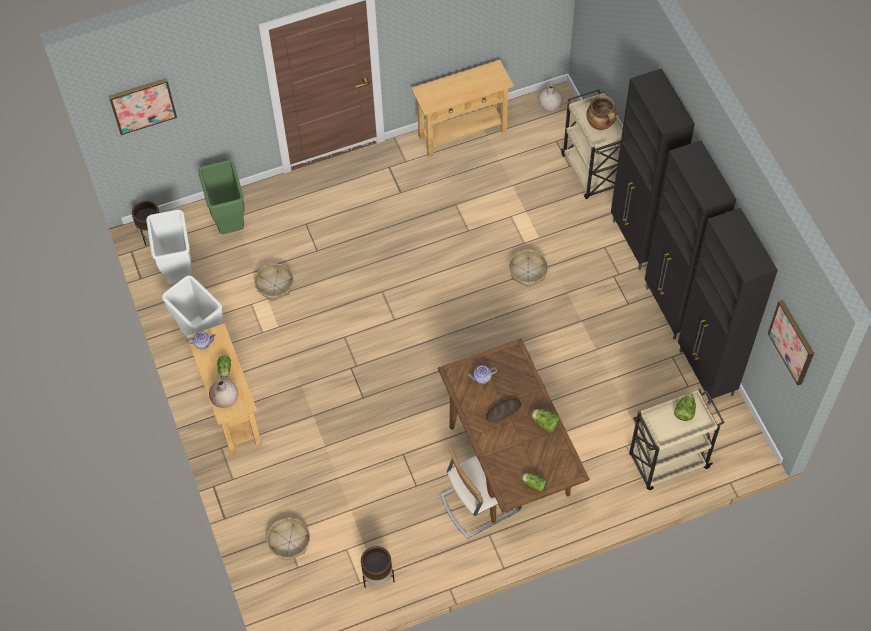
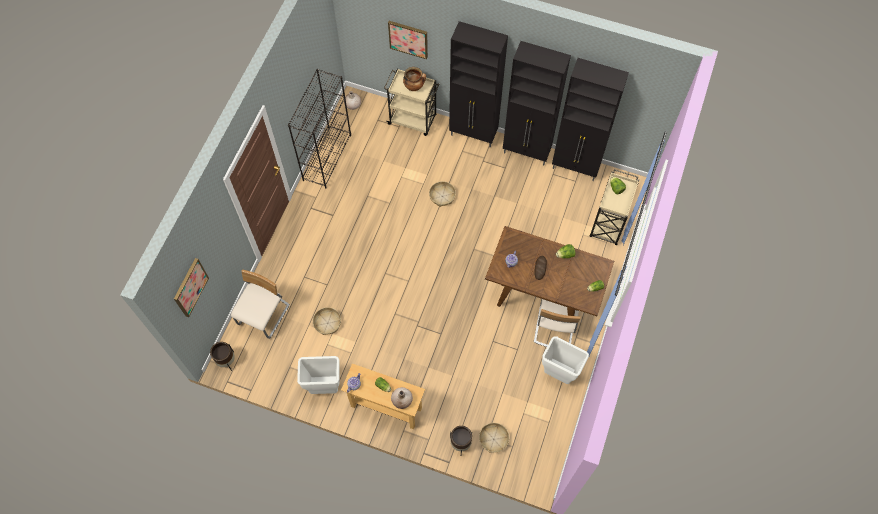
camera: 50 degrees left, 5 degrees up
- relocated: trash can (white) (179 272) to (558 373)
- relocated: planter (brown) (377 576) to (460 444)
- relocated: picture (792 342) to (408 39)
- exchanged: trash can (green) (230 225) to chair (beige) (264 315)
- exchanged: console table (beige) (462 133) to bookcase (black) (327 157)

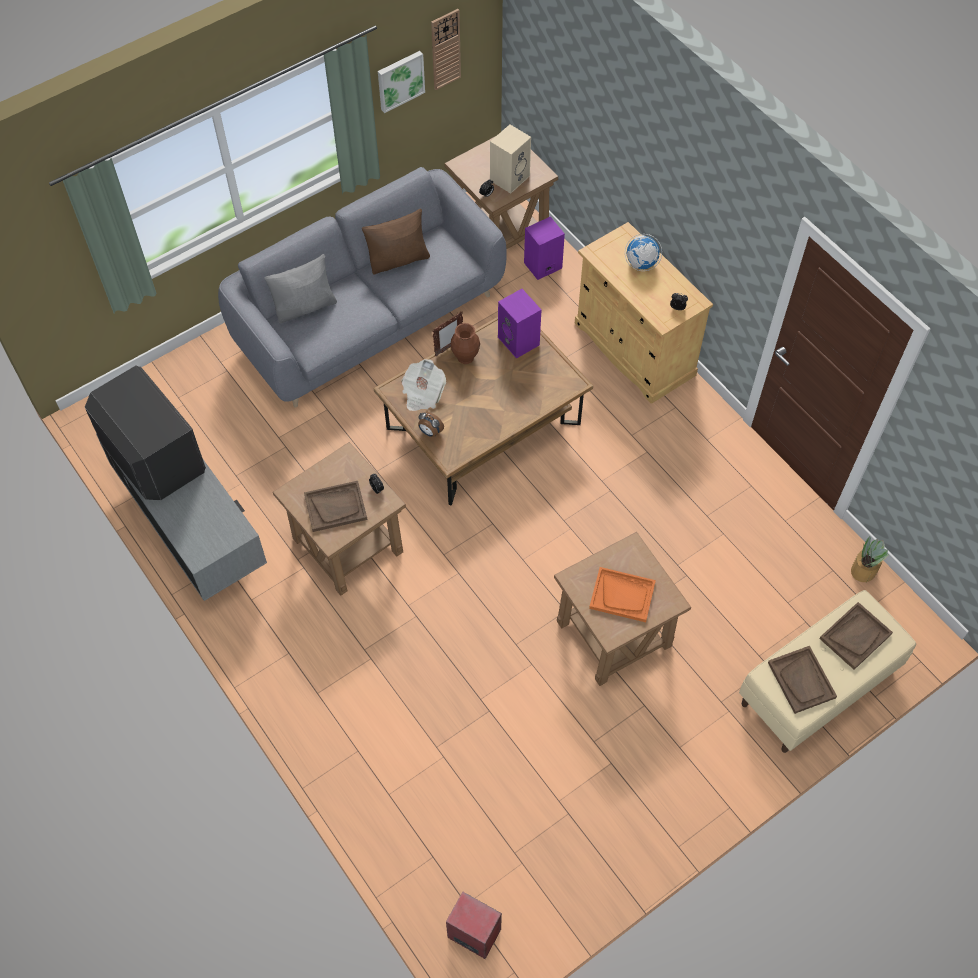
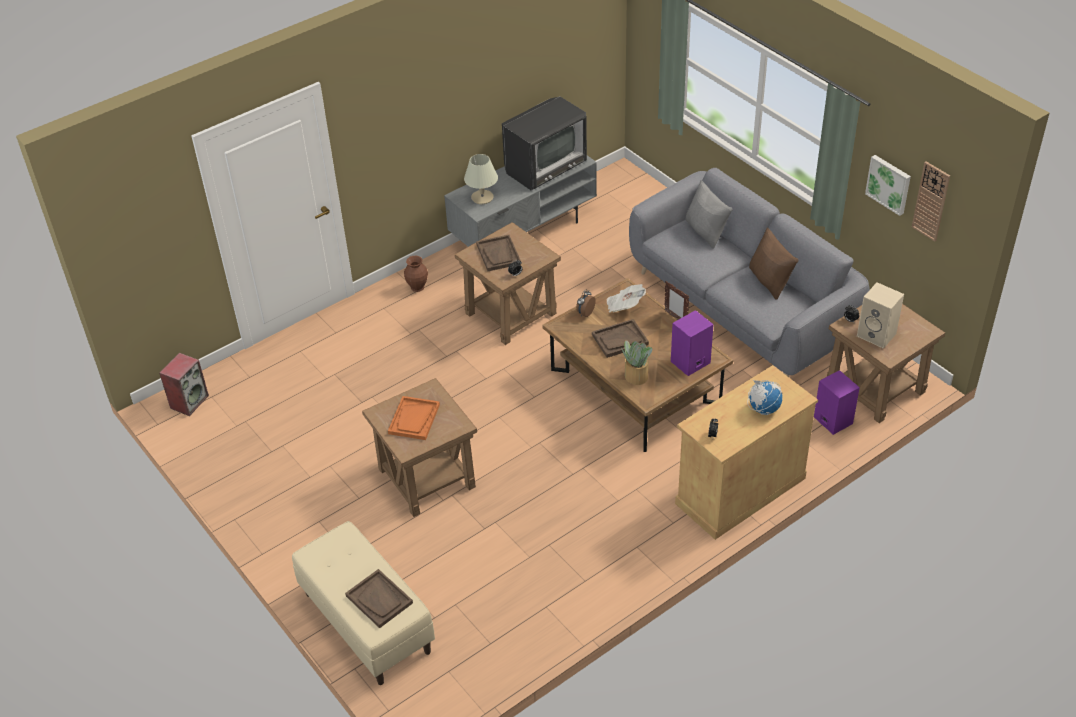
camera: 90 degrees right, 15 degrees down
- appeared: table lamp (beige) (482 197)
- relocated: vase (brown) (465 357) to (417 287)
- relocated: tray (brown) (801 680) to (620 340)
- relocated: potted plant (863 571) to (636 376)

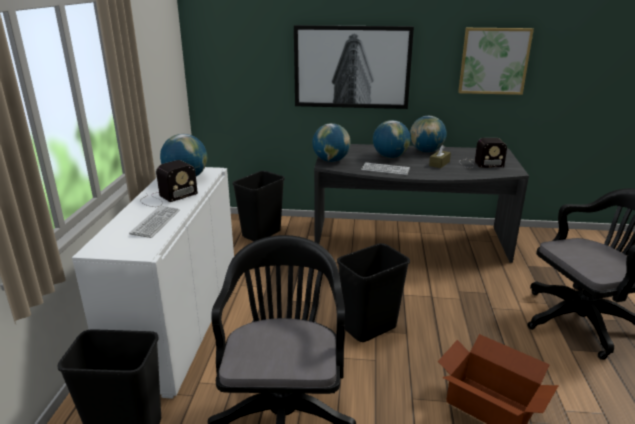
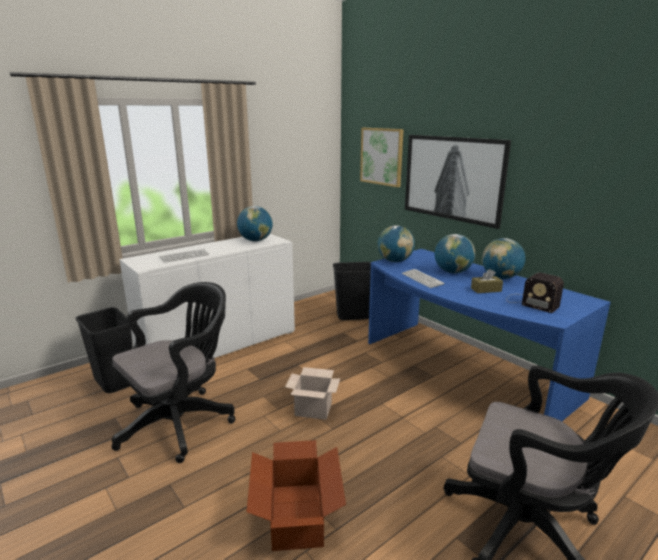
camera: 45 degrees right, 5 degrees down
- missing: radio (166 197)
- relocated: picture (494 61) to (382 156)
- exchanged: trash can (black) (369 327) to cardboard box (314 409)
- colour: desk (grey) (409 242) to desk (blue) (462 370)

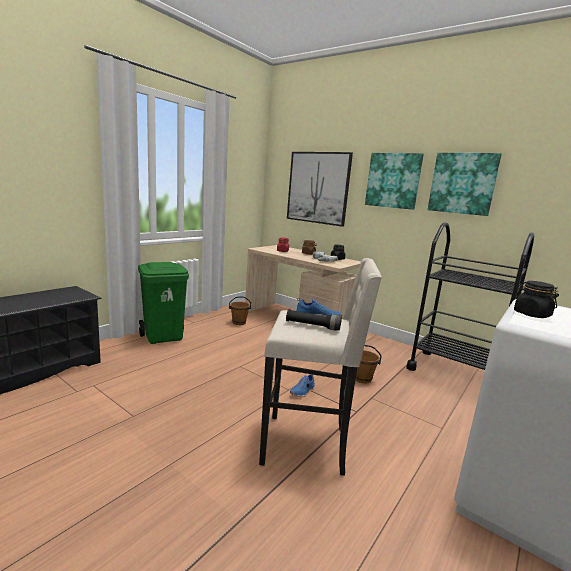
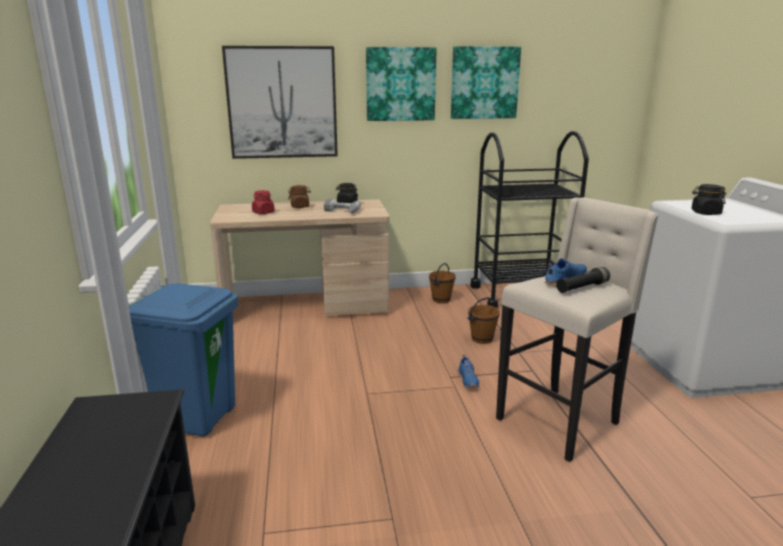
camera: 45 degrees left, 5 degrees up
- relocated: bucket (brown) (239 322) to (441 299)
- colour: trash can (green) (164 337) to trash can (blue) (197 418)

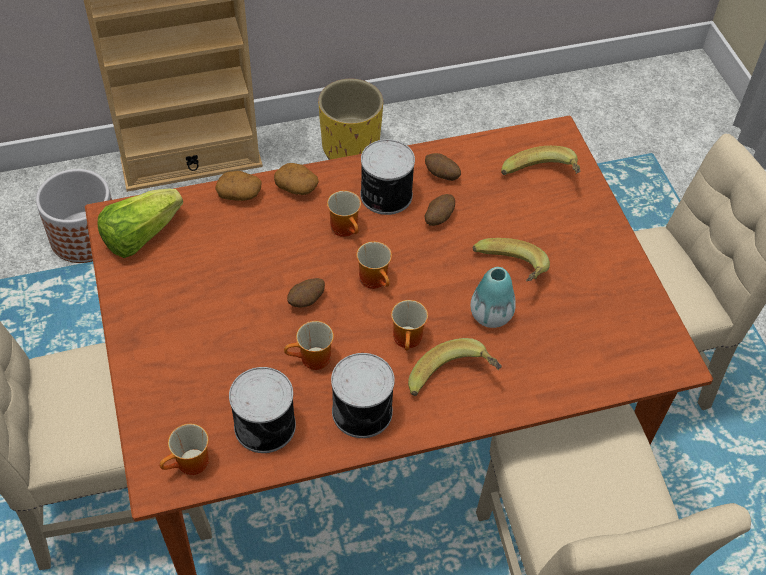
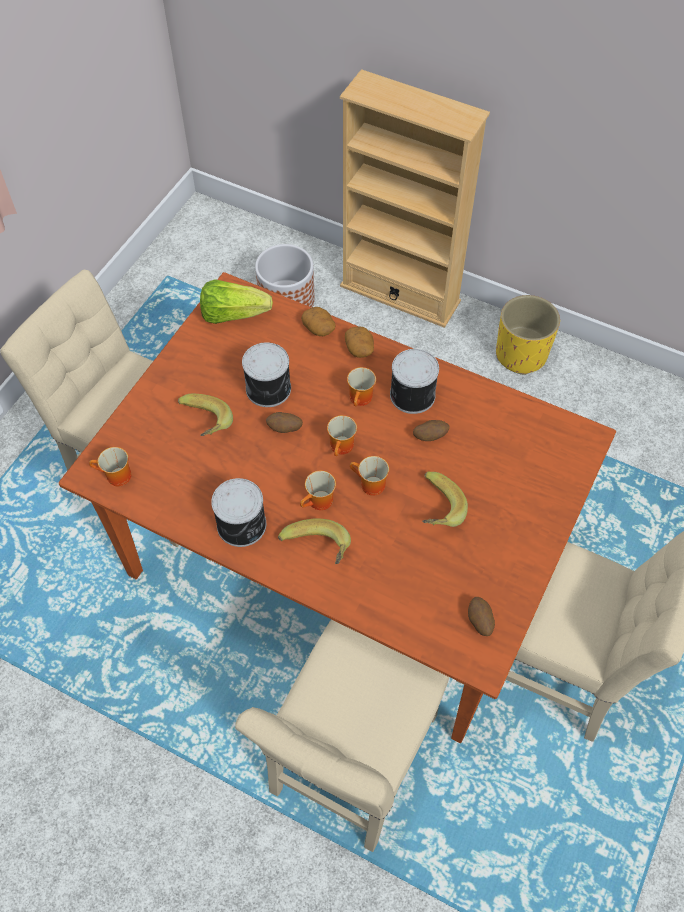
camera: 45 degrees right, 5 degrees up
- missing: vase (491 315)
- relocated: can (266 425) to (269 388)
- relocated: mug (312 360) to (369 485)
- relocated: potato (441 175) to (479 621)
- relocated: banana (541 180) to (203 426)

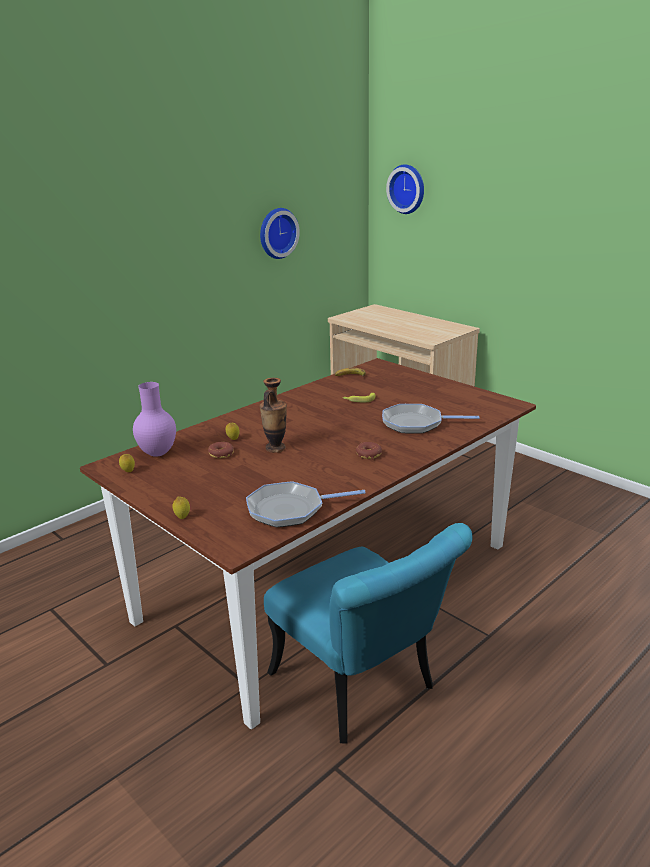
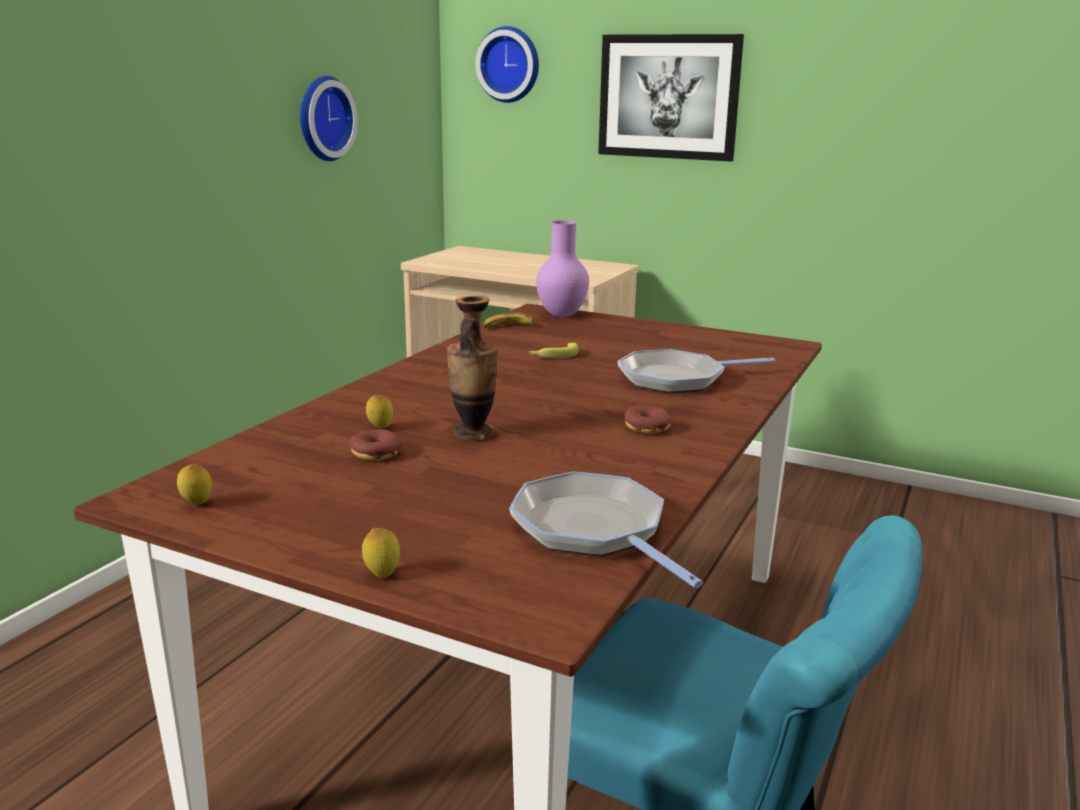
camera: 20 degrees left, 5 degrees down
- appeared: picture (668 97)
- relocated: vase (purple) (157 454) to (561 315)
- spun: frying pan (290 509) = (593 530) 90 degrees clockwise

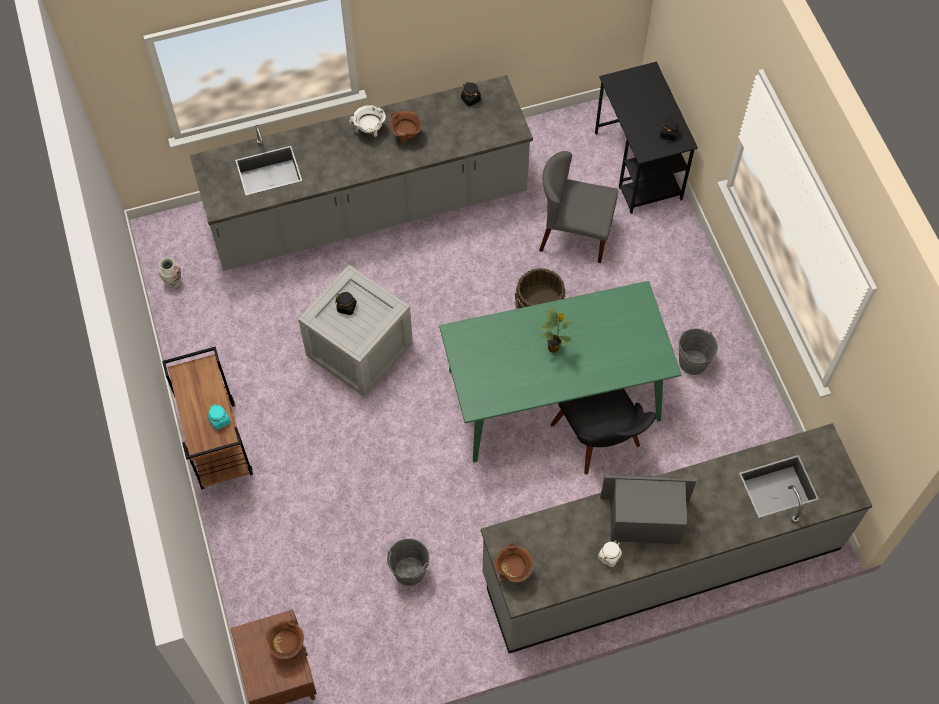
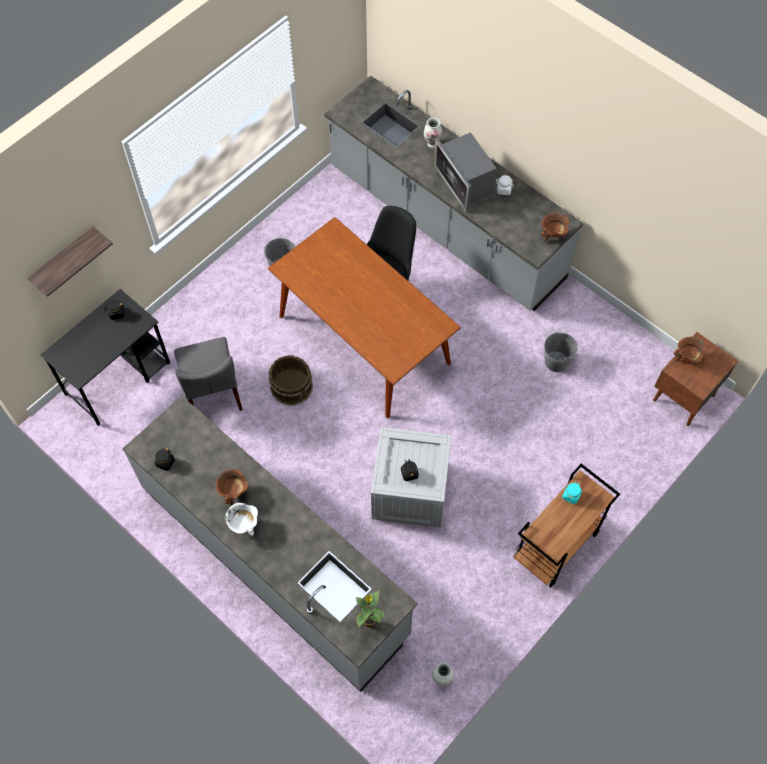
camera: 120 degrees left, 0 degrees up
- appeared: shelf (64 260)
- appeared: vase (432 144)
- relocated: potted plant (554 348) to (369 621)
- colour: dining table (green) (553 395) to dining table (brown) (364 340)

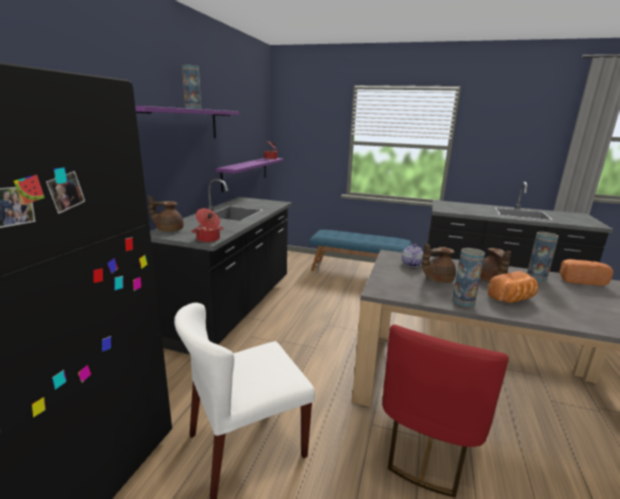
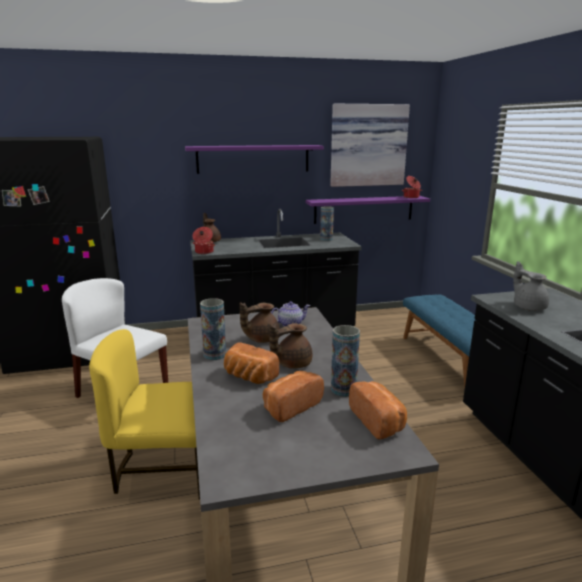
camera: 60 degrees right, 0 degrees up
- appeared: bread (290 406)
- appeared: picture (367 145)
- appeared: teapot (grey) (528 307)
- relocated: vase (193 108) to (326 239)
- colour: chair (red) (428 447) to chair (yellow) (164 470)
- spun: teapot (brown) (437 279) = (261 339) 75 degrees counterclockwise

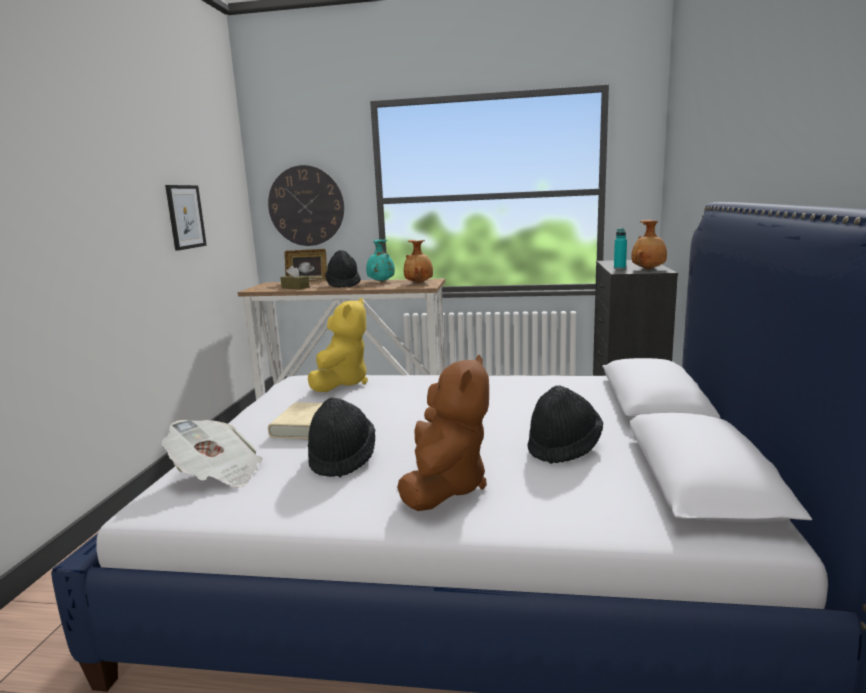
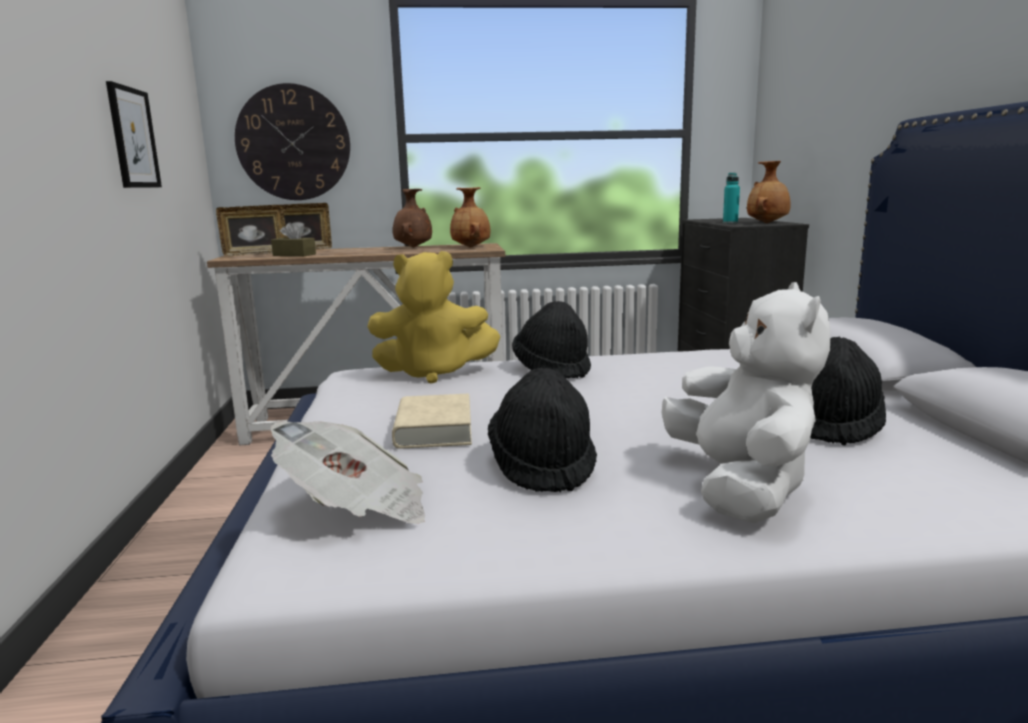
camera: 15 degrees left, 0 degrees up
- appeared: picture frame (256 254)
- relocated: hat (black) (343 285) to (552 369)
- colour: vase (turquoise) (380 281) to vase (brown) (412 247)
- colour: plush toy (brown) (444 486) to plush toy (white) (740 488)
- spun: plush toy (yellow) (341 383) = (433 373) 90 degrees clockwise

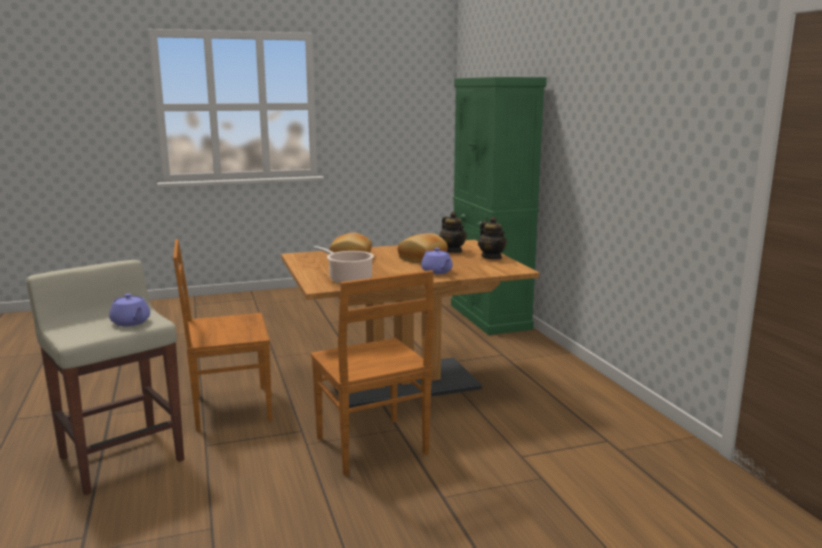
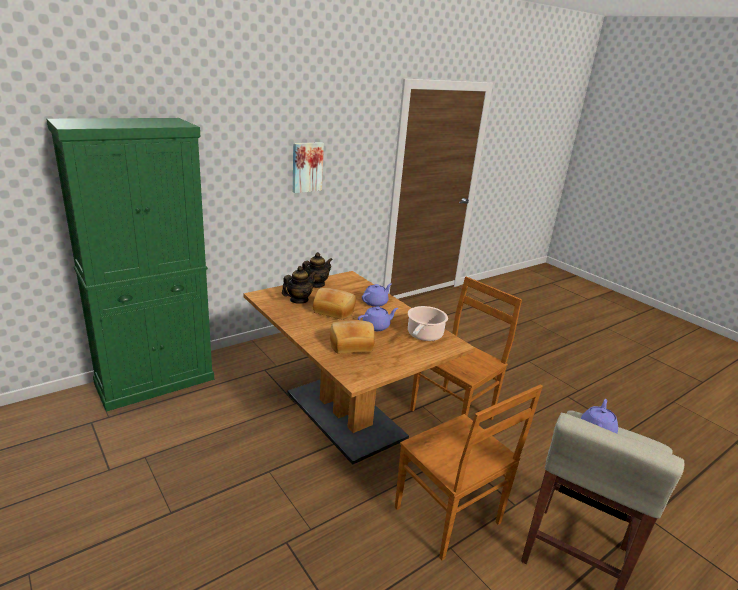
camera: 110 degrees left, 10 degrees up
- appeared: picture (306 167)
- appeared: teapot (purple) (376 326)

